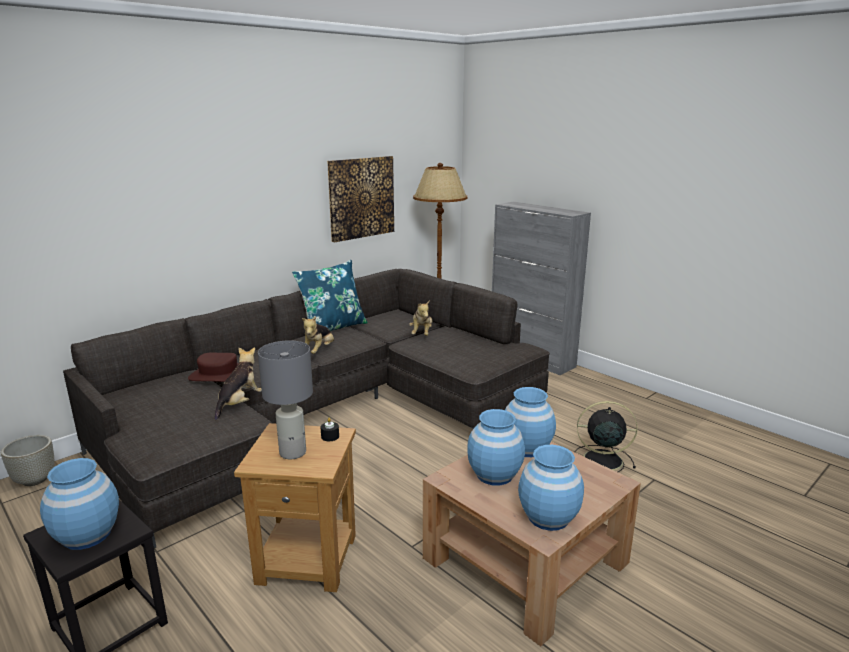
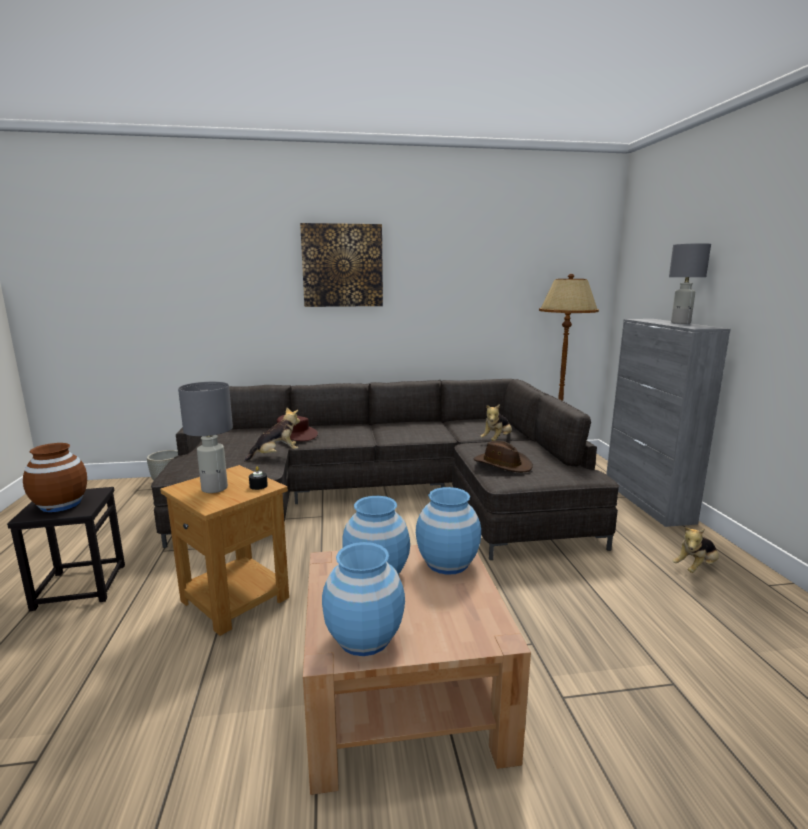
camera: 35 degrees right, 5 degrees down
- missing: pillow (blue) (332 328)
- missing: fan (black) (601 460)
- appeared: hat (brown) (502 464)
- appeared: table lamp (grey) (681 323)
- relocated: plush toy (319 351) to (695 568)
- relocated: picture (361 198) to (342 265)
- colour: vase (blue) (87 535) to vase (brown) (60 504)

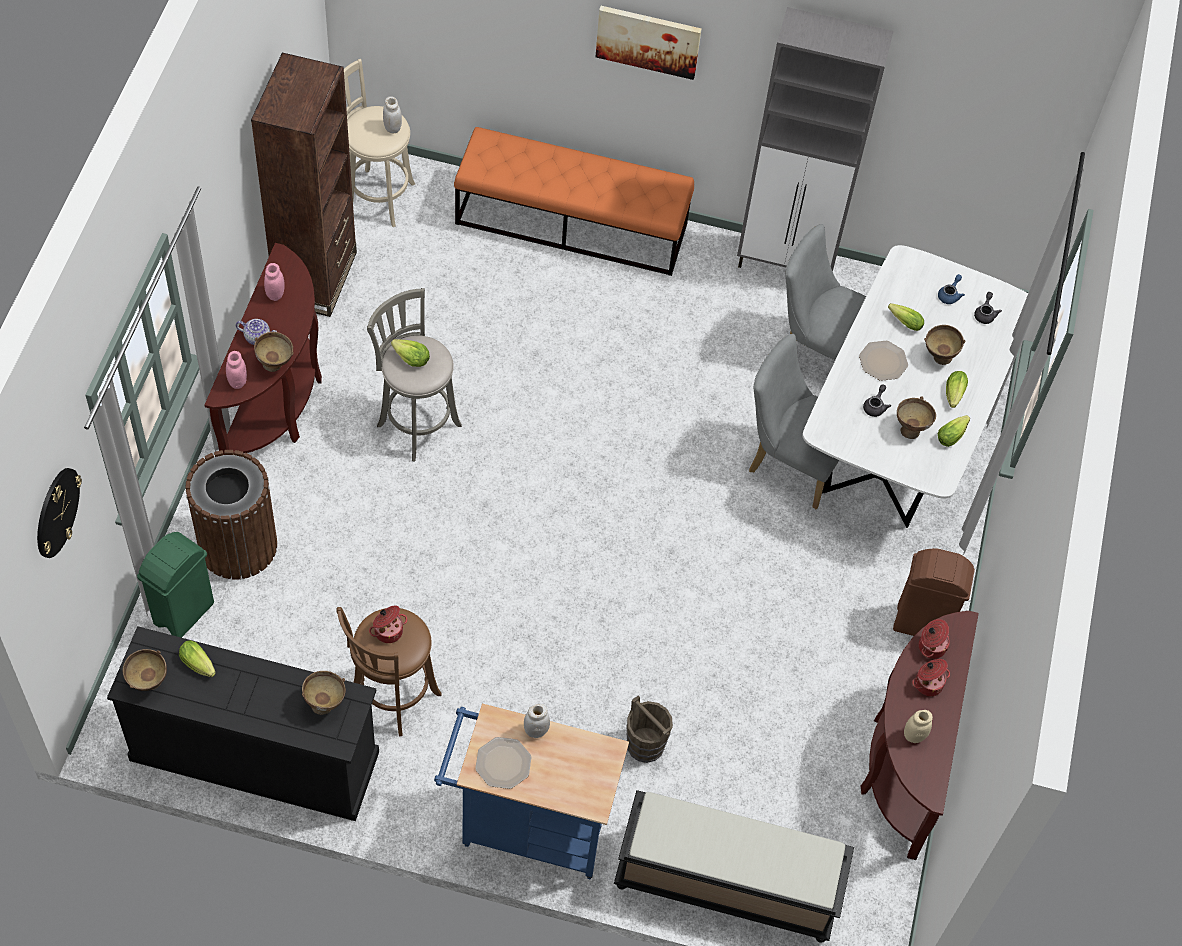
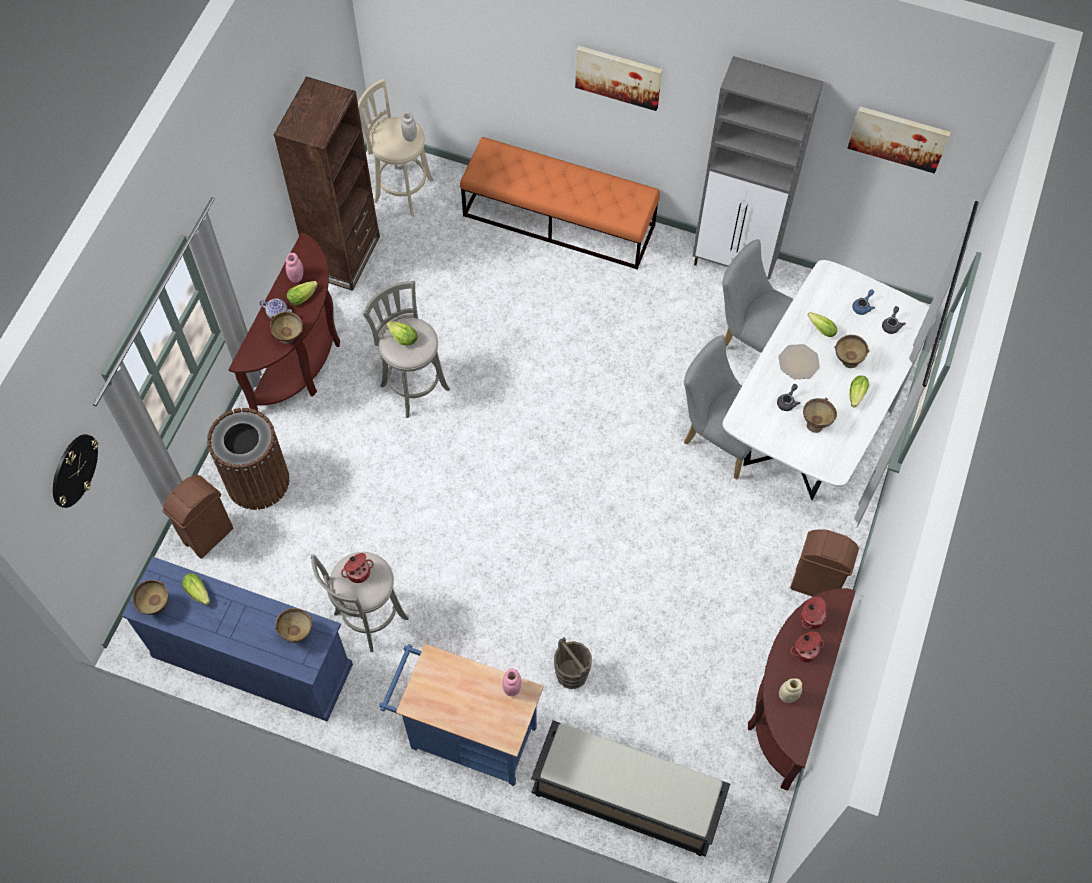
camera: 10 degrees right, 5 degrees up
- missing: plate (502 763)
- missing: jar (white) (536 730)
- appeared: picture (898 138)
- relocated: jar (pink) (237 382) to (512 688)
- relocated: lettuce (953 434) to (304 296)
- colour: dresser (black) (253 756) to dresser (blue) (251 660)
- colour: trash can (green) (183 613) to trash can (brown) (207 536)
- colour: stool (brown) (391 698) to stool (grey) (368 619)

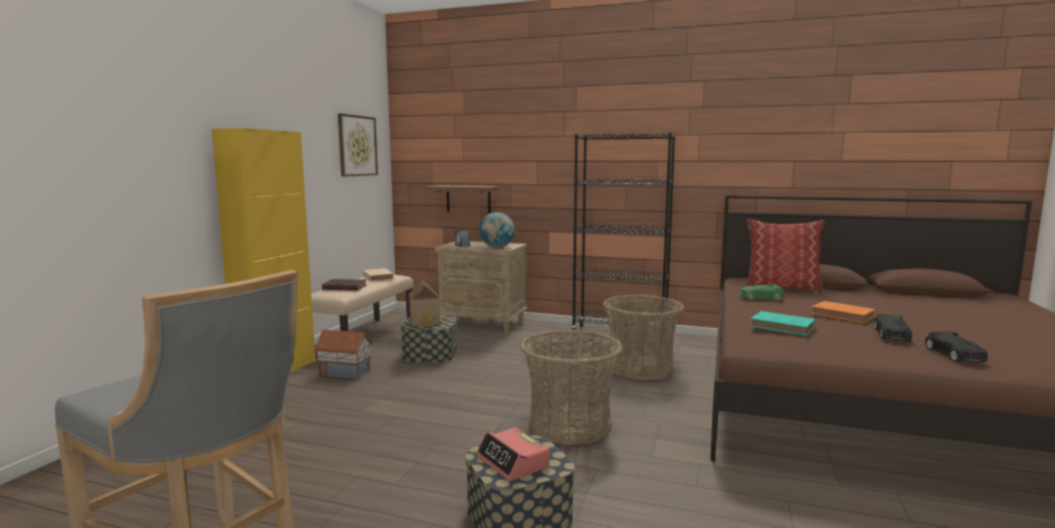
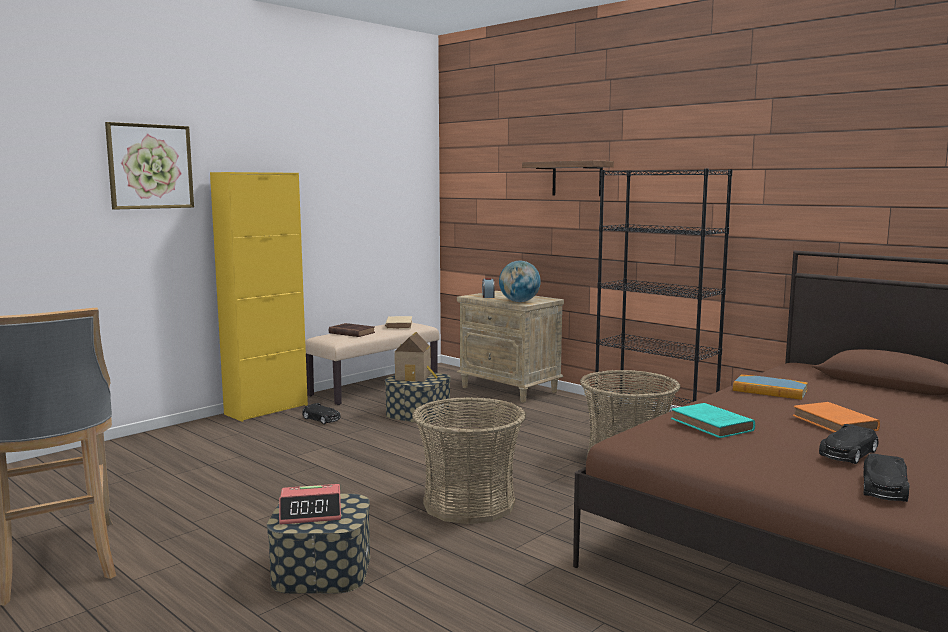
camera: 25 degrees right, 0 degrees up
- missing: pillow (782 287)
- relocated: picture (357 146) to (150 166)
- relocated: shelf (468 198) to (577 178)
- exchanged: toy house (345 372) to toy car (black) (321 419)
- exchanged: toy car (green) (760 298) to book (770 390)
- spun: alarm clock (513 462) = (311 513) 90 degrees counterclockwise

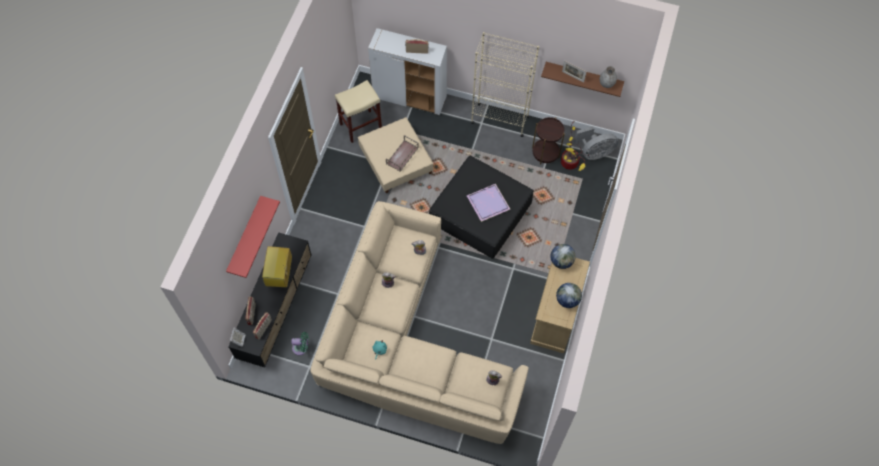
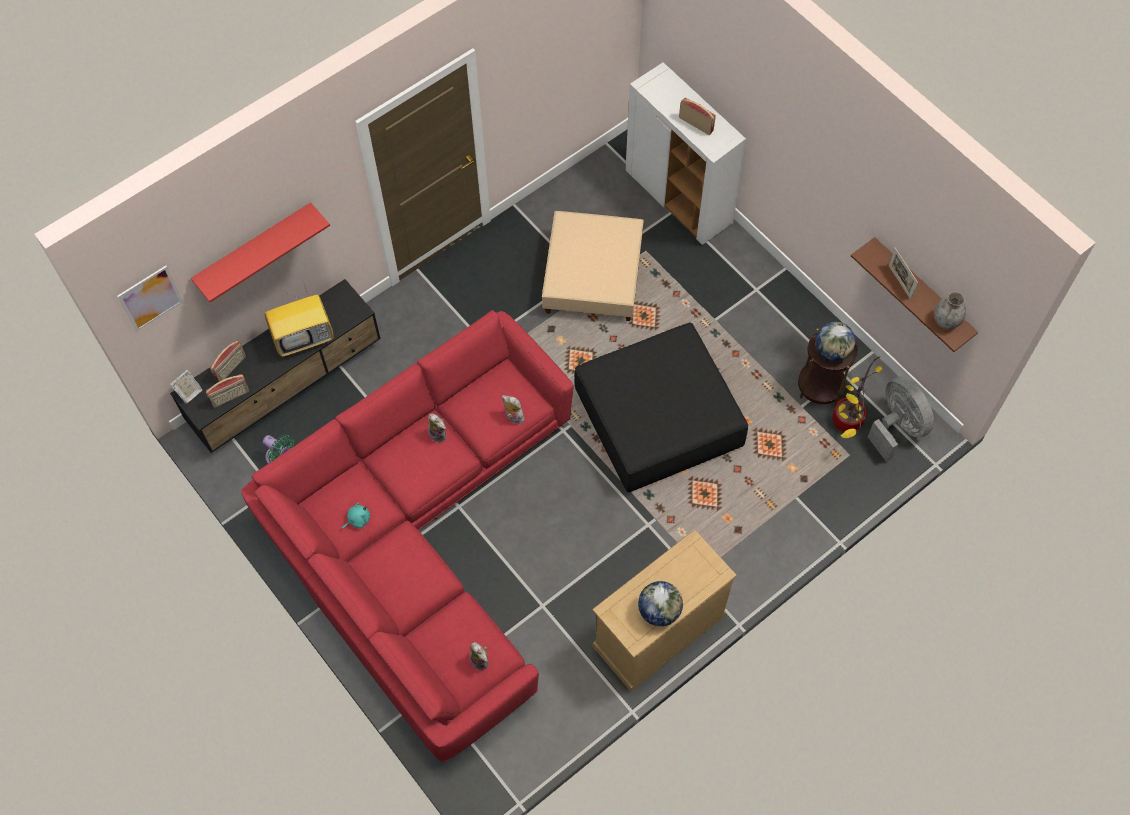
camera: 35 degrees right, 0 degrees up
- missing: stool (beige) (361 125)
- missing: tray (brown) (402 156)
- missing: tray (purple) (488 204)
- missing: bookcase (beige) (500 120)
- appeared: picture (150 298)
- relocated: globe (561 261) to (832 351)
- colour: sofa (beige) (408 344) to sofa (red) (422 541)
- spun: television (280 275) = (304 337) 150 degrees counterclockwise
- spun: fan (grey) (594 152) = (897 427) 135 degrees counterclockwise

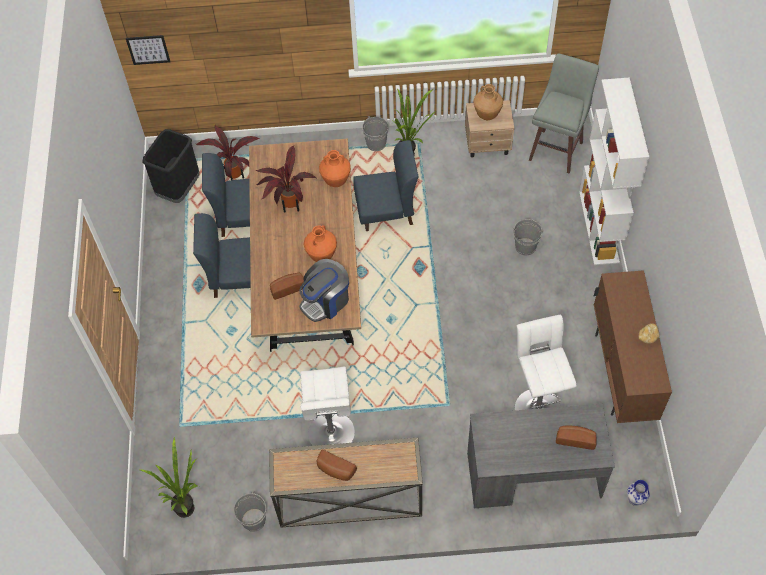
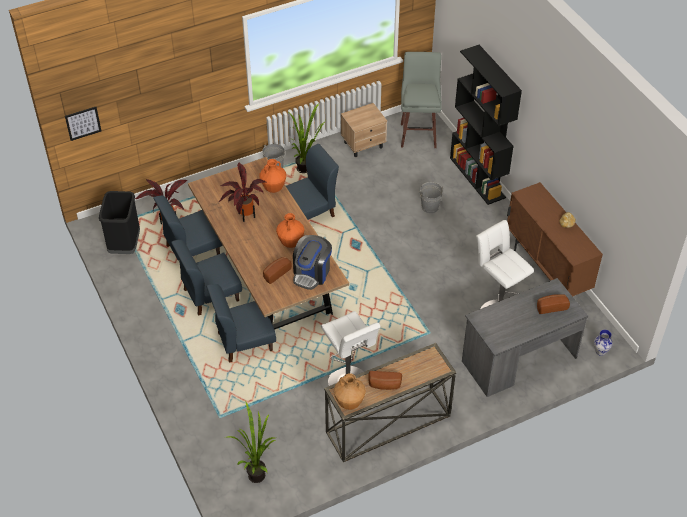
camera: 25 degrees left, 10 degrees down
- missing: bucket (grey) (254 520)
- appeared: chair (blue) (244 341)
- relocated: vase (brown) (487 115) to (349 403)
- colour: bookcase (white) (599 226) to bookcase (black) (478 178)

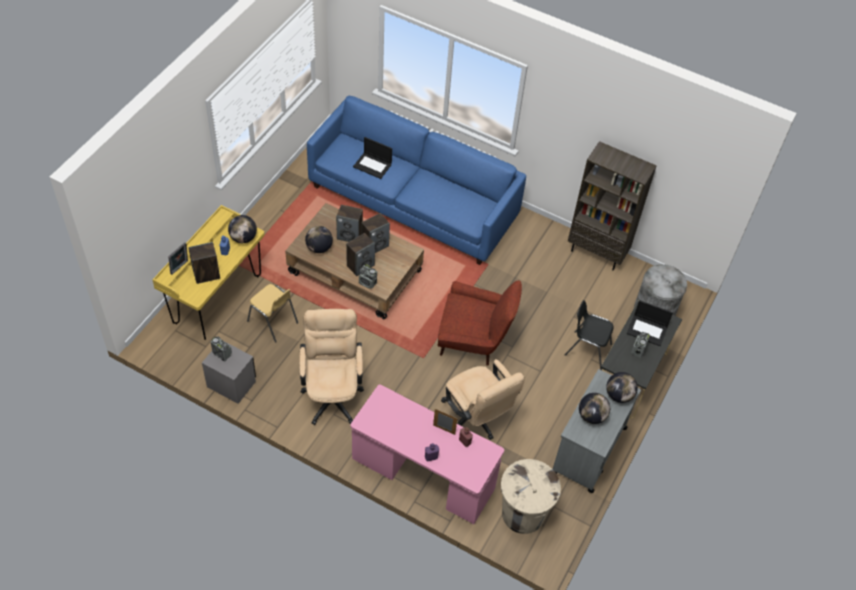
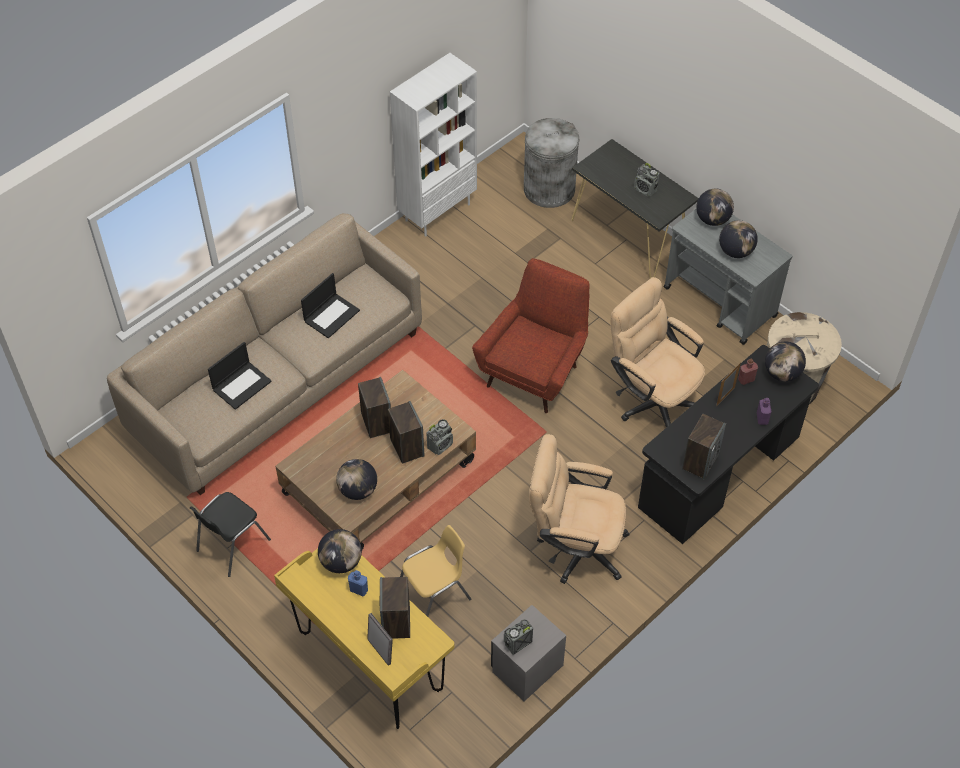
camera: 70 degrees left, 0 degrees up
- appeared: globe (782 373)
- relocated: speaker (350 235) to (700 461)
- relocated: chair (black) (587 349) to (232 545)
- relocated: laptop (647 330) to (331 315)
- colour: sofa (blue) (413 202) to sofa (beige) (277 381)
- colour: desk (pink) (423 474) to desk (black) (719 473)
- colour: bookcase (brown) (597 253) to bookcase (white) (437 211)
- spun: office chair (beige) (476 419) = (652 399) 120 degrees counterclockwise

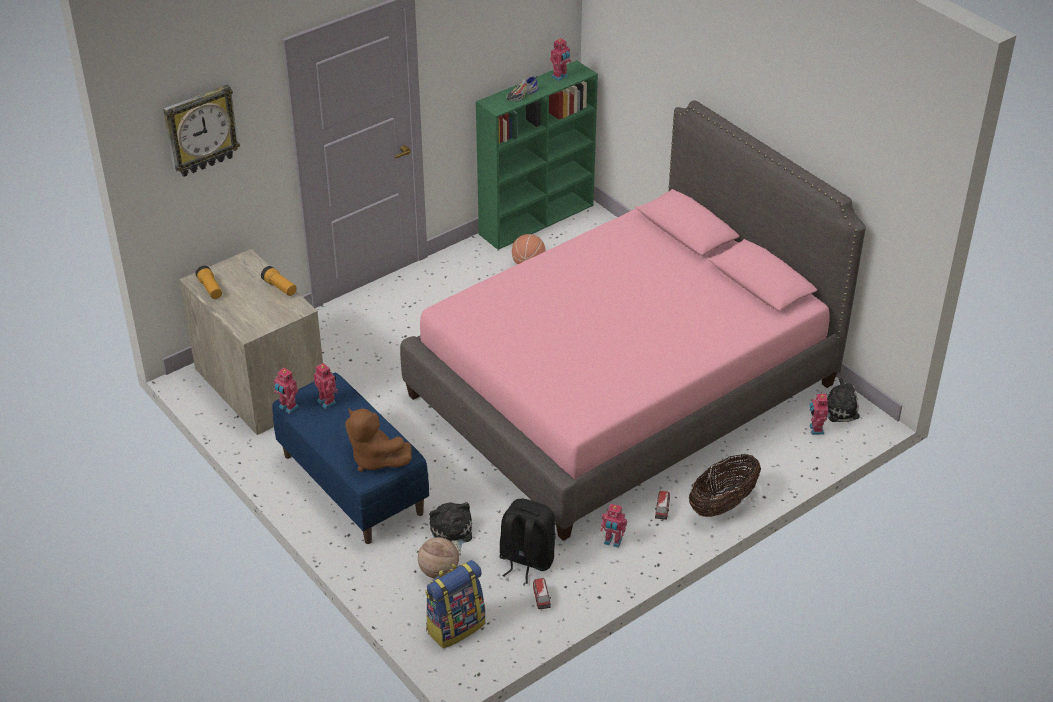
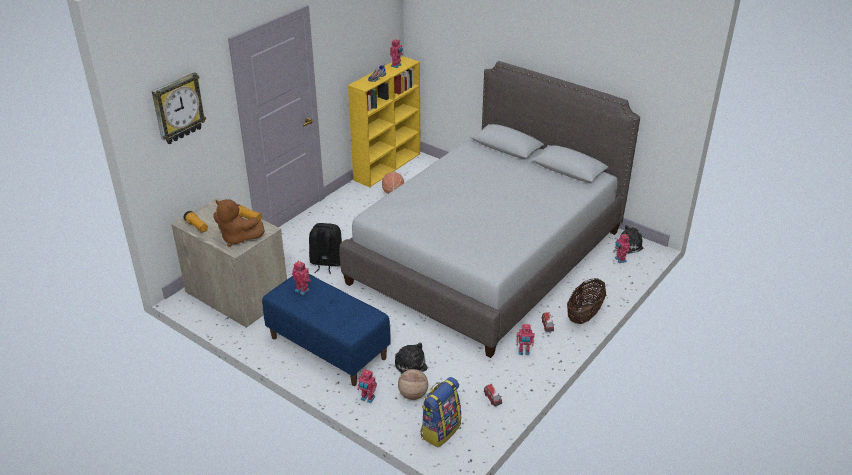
camera: 15 degrees left, 5 degrees down
- relocated: toy robot (288 407) to (367 399)
- relocated: plush toy (brown) (375 459) to (237 238)
- relocated: backpack (black) (526 560) to (326 263)
- colour: bed (pink) (623 390) to bed (grey) (487 256)
- colour: bookcase (green) (537 219) to bookcase (yellow) (388 166)

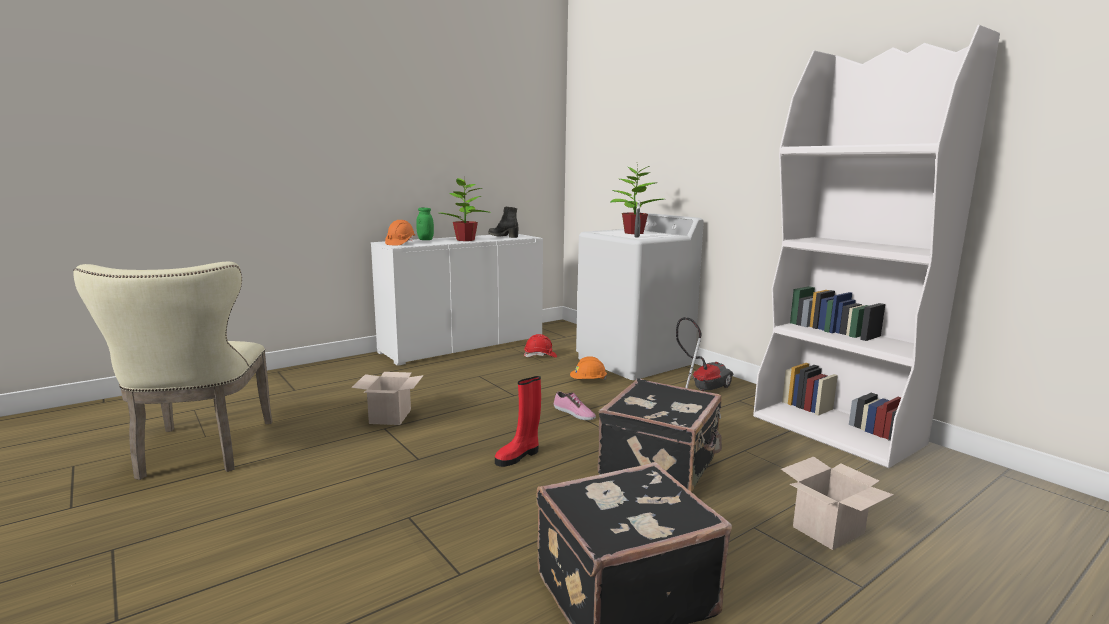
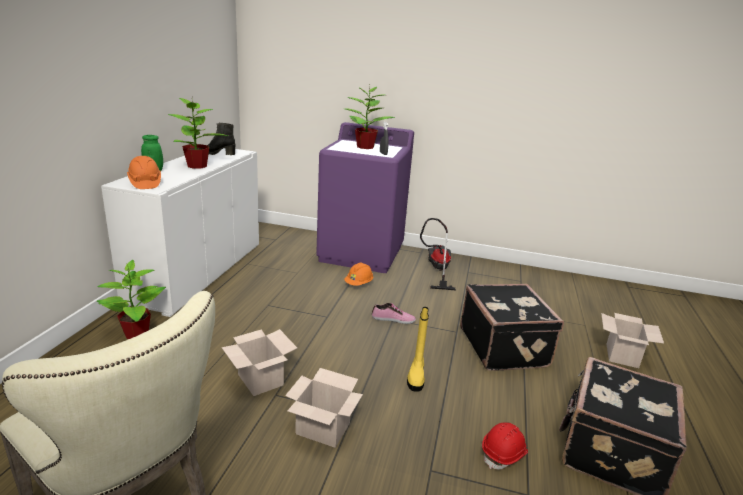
camera: 40 degrees left, 10 degrees up
- missing: bookcase (white) (838 430)
- appeared: potted plant (135 334)
- appeared: cardboard box (321 429)
- relocated: hard hat (red) (540 356) to (504 454)
- colour: boot (red) (518 456) to boot (yellow) (416 376)
- colour: washing machine (white) (634 361) to washing machine (purple) (362 253)

